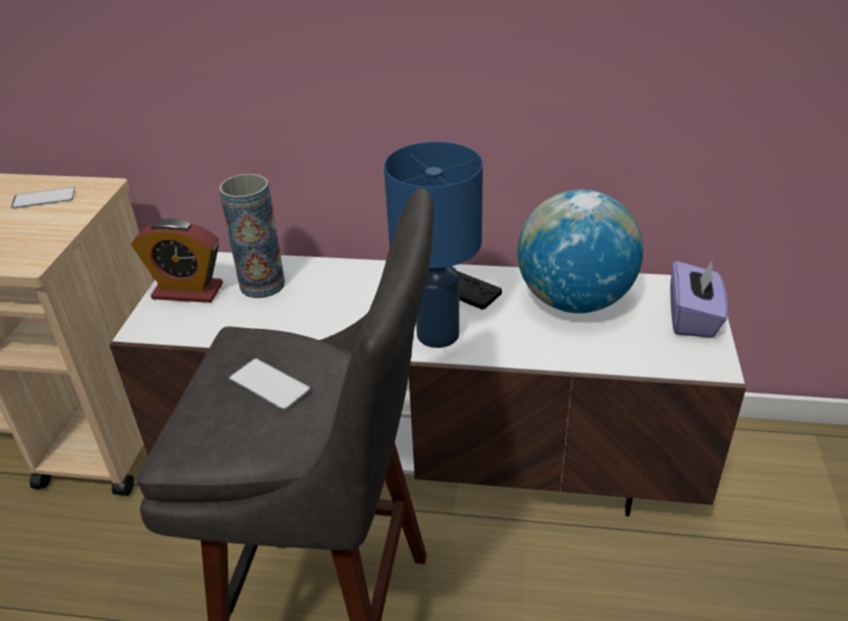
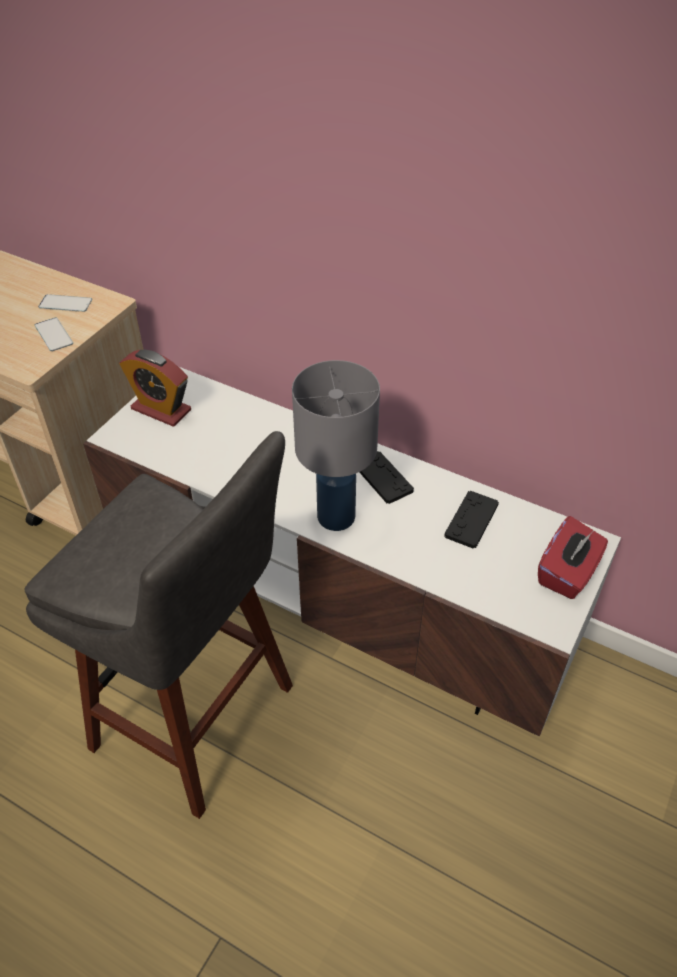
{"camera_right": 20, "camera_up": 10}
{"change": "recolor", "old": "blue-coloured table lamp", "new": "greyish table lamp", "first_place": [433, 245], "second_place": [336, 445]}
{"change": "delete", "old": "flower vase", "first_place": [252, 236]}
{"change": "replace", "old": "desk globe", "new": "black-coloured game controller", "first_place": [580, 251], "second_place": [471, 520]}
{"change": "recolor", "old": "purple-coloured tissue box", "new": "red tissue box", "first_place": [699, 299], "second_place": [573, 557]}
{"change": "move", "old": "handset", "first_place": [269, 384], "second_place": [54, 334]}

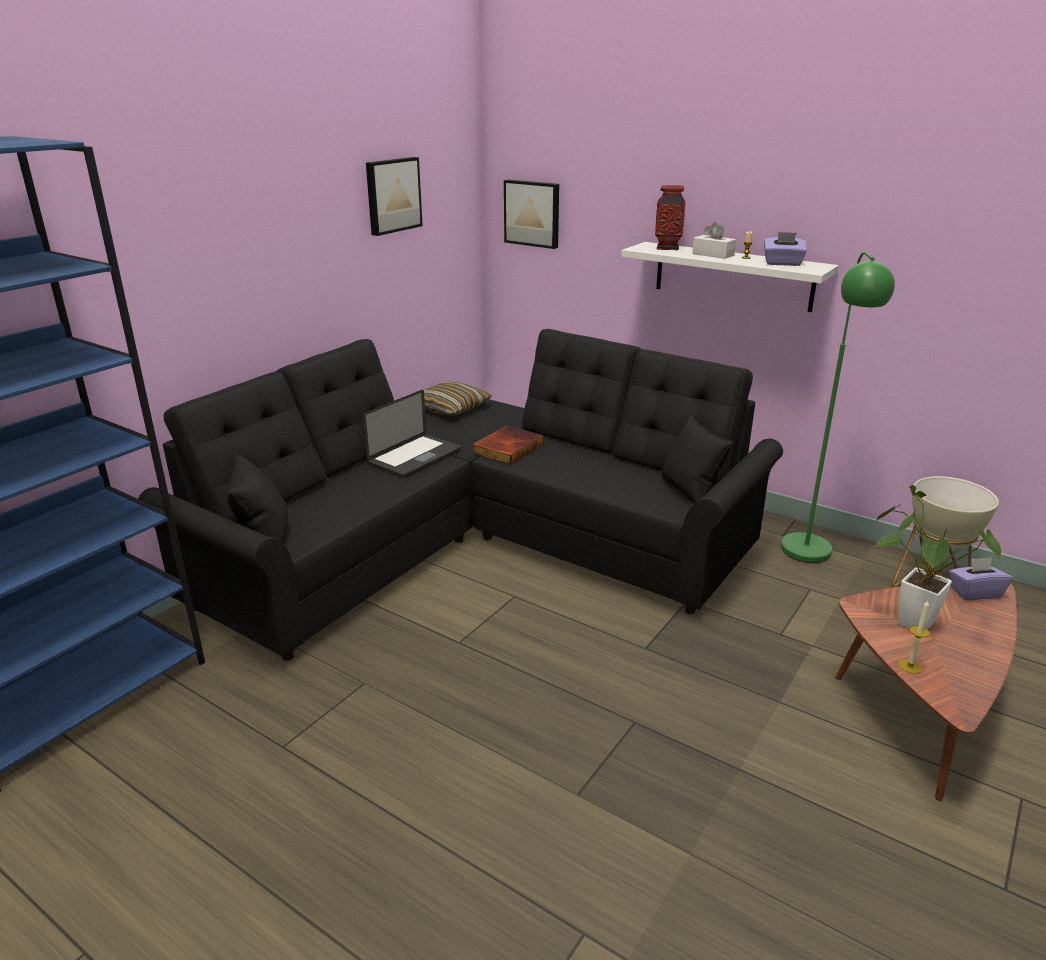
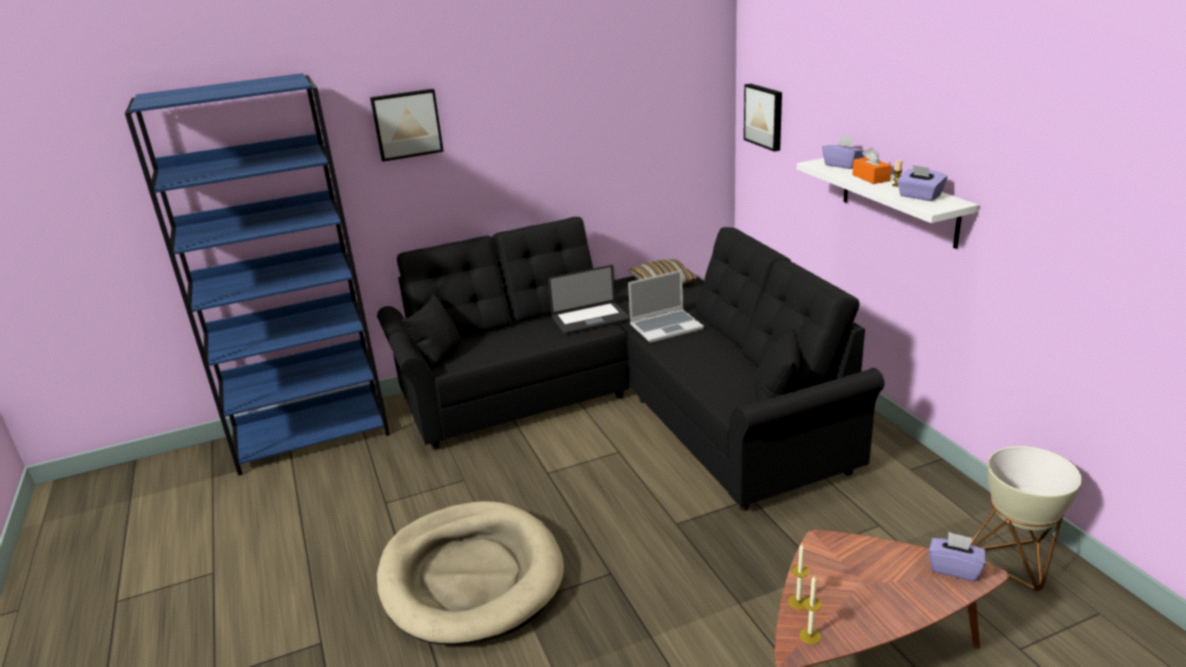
{"camera_right": 35, "camera_up": 0}
{"change": "move", "old": "wall art", "first_place": [394, 196], "second_place": [407, 125]}
{"change": "replace", "old": "flower vase", "new": "purple-coloured tissue box", "first_place": [670, 217], "second_place": [843, 152]}
{"change": "recolor", "old": "white tissue box", "new": "orangey tissue box", "first_place": [714, 240], "second_place": [871, 165]}
{"change": "delete", "old": "green floor lamp", "first_place": [838, 407]}
{"change": "replace", "old": "book", "new": "laptop", "first_place": [508, 445], "second_place": [666, 306]}
{"change": "delete", "old": "potted plant", "first_place": [937, 557]}
{"change": "insert", "new": "sand-coloured dog bed", "second_place": [470, 573]}
{"change": "insert", "new": "candle", "second_place": [810, 610]}

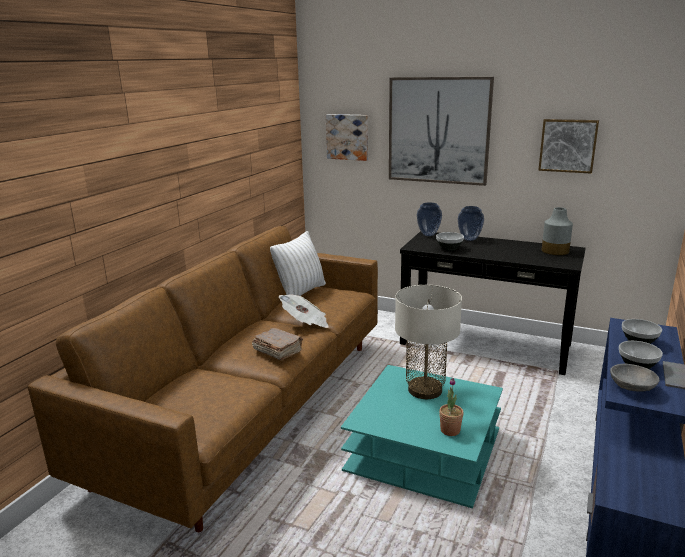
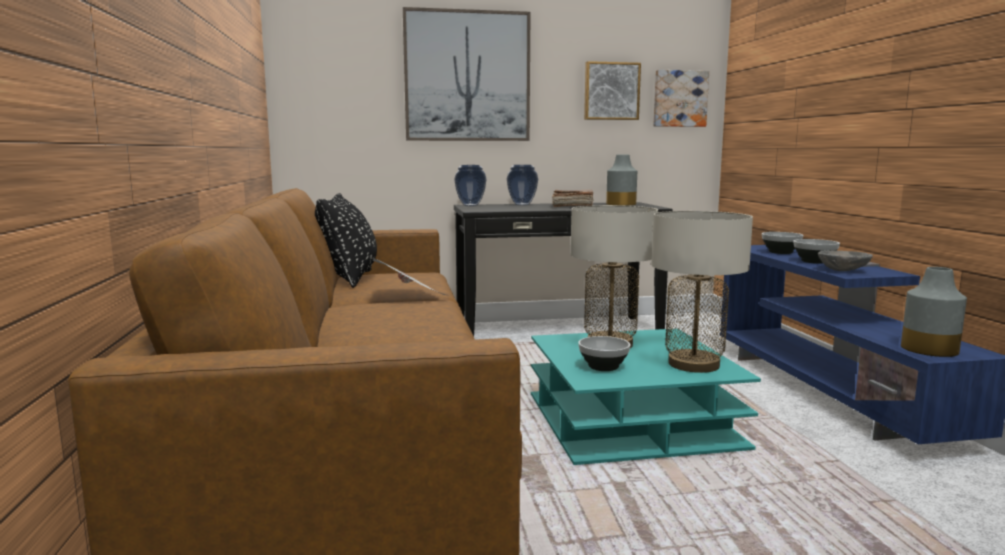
{"camera_right": -35, "camera_up": -10}
{"change": "move", "old": "wall art", "first_place": [347, 137], "second_place": [681, 98]}
{"change": "recolor", "old": "white cushion", "new": "black-coloured cushion", "first_place": [298, 263], "second_place": [346, 240]}
{"change": "move", "old": "bowl", "first_place": [450, 241], "second_place": [604, 353]}
{"change": "move", "old": "brown-coloured book", "first_place": [277, 344], "second_place": [572, 198]}
{"change": "replace", "old": "potted plant", "new": "table lamp", "first_place": [451, 407], "second_place": [702, 292]}
{"change": "insert", "new": "greyish flower vase", "second_place": [934, 312]}

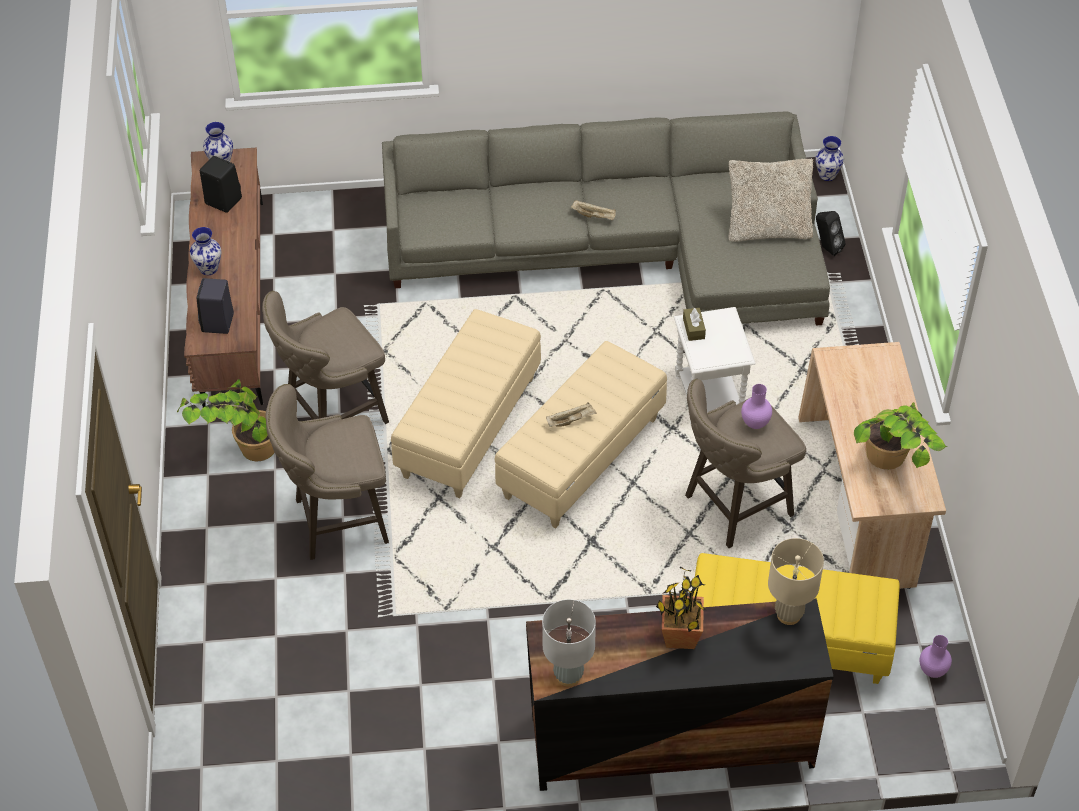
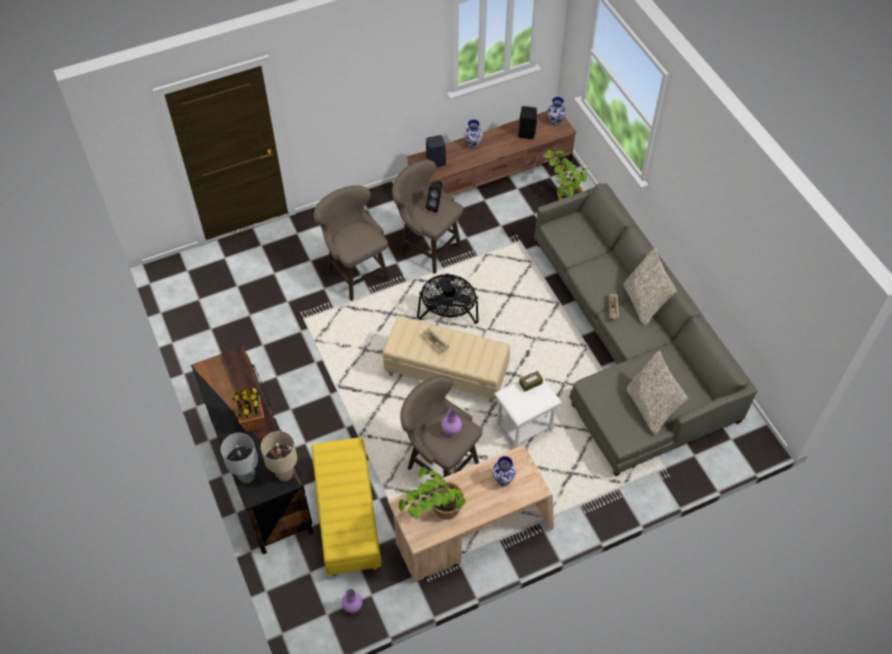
{"camera_right": 70, "camera_up": 5}
{"change": "move", "old": "flower vase", "first_place": [829, 158], "second_place": [504, 471]}
{"change": "move", "old": "black-coloured loudspeaker", "first_place": [831, 233], "second_place": [434, 197]}
{"change": "replace", "old": "sand-coloured ottoman", "new": "black-coloured cooling fan", "first_place": [466, 403], "second_place": [447, 298]}
{"change": "move", "old": "potted plant", "first_place": [226, 420], "second_place": [566, 174]}
{"change": "move", "old": "greyish table lamp", "first_place": [569, 643], "second_place": [239, 458]}
{"change": "insert", "new": "sand-coloured cushion", "second_place": [650, 287]}

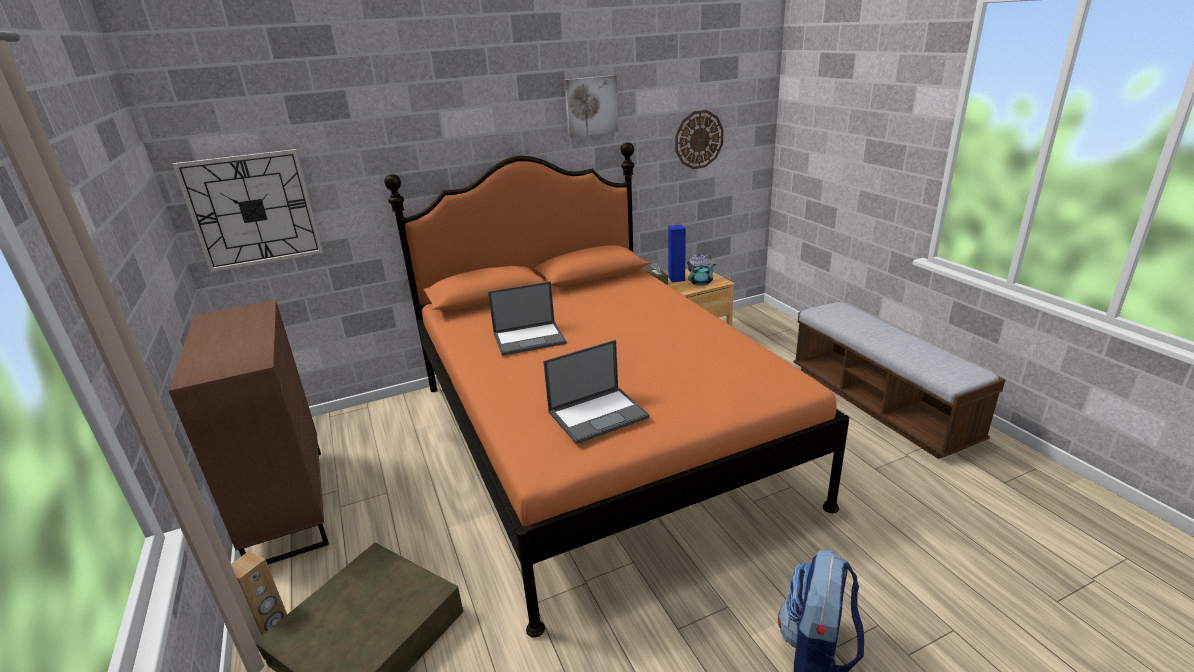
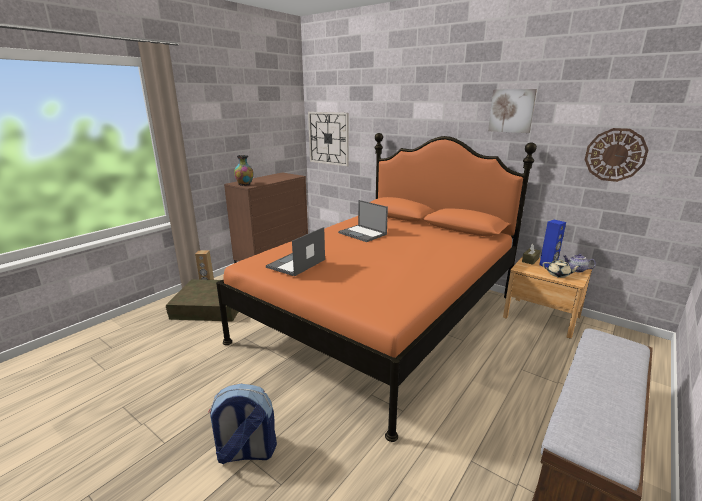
{"camera_right": 60, "camera_up": -5}
{"change": "recolor", "old": "turquoise tea pot", "new": "sand-coloured tea pot", "first_place": [701, 275], "second_place": [561, 268]}
{"change": "rotate", "old": "laptop", "first_place": [596, 392], "second_place": [295, 251], "degrees": 90}
{"change": "insert", "new": "flower vase", "second_place": [244, 170]}

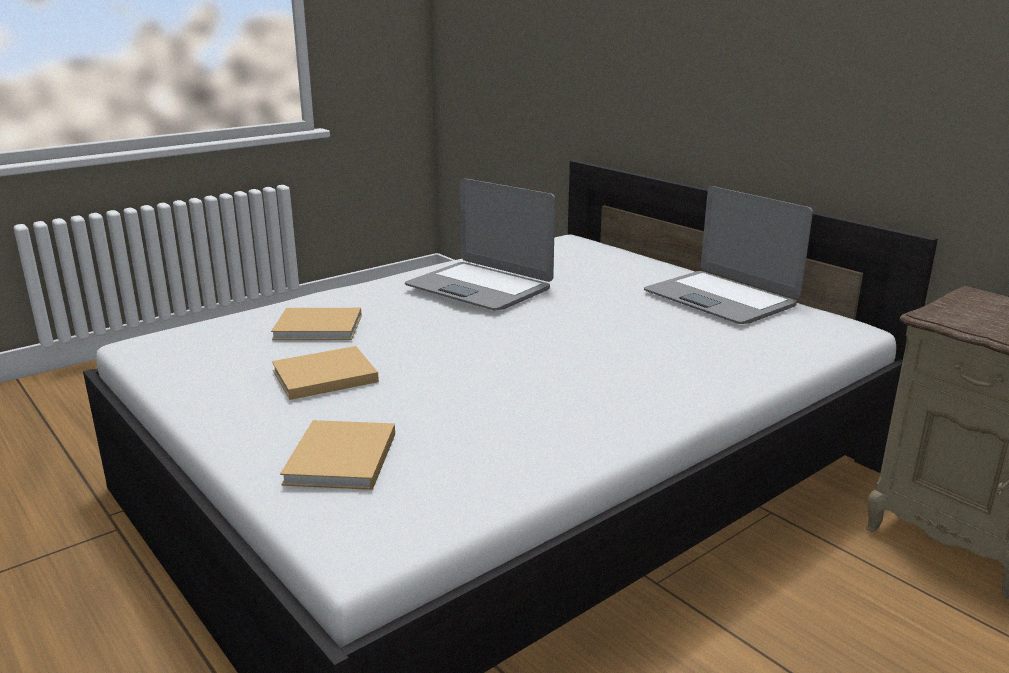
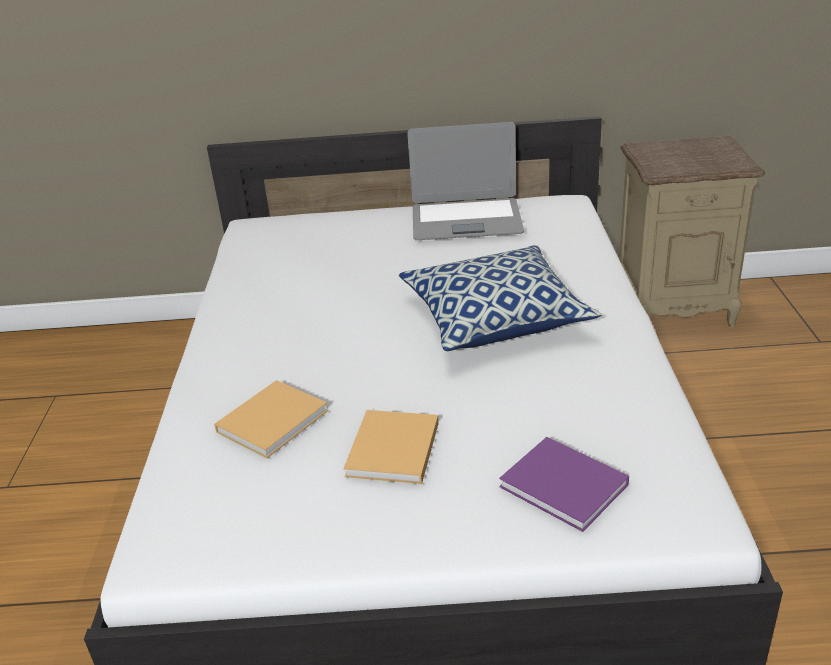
{"camera_right": -50, "camera_up": 10}
{"change": "delete", "old": "laptop", "first_place": [480, 244]}
{"change": "recolor", "old": "sand-coloured book", "new": "purple-coloured book", "first_place": [337, 455], "second_place": [564, 484]}
{"change": "insert", "new": "cushion", "second_place": [500, 298]}

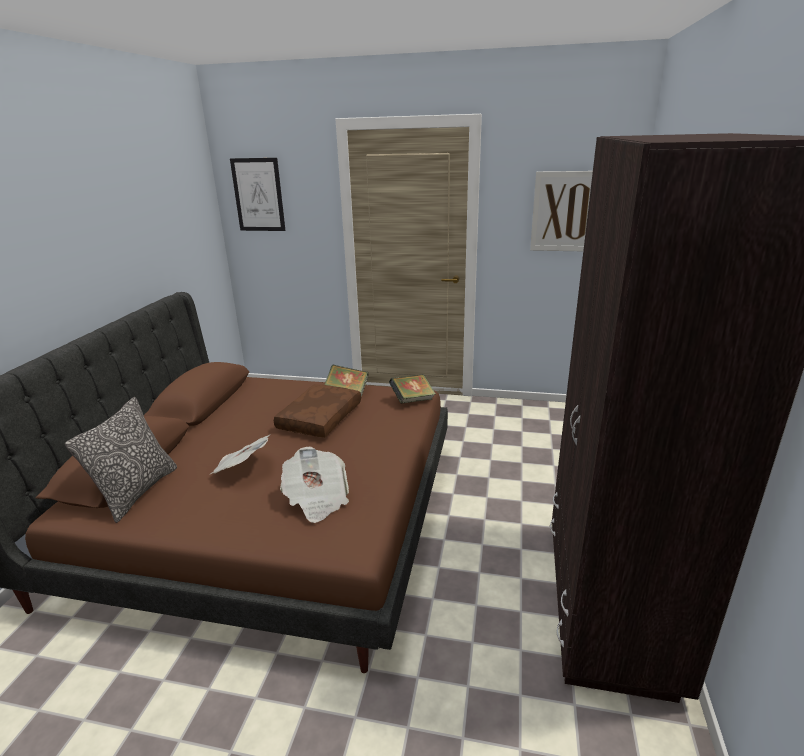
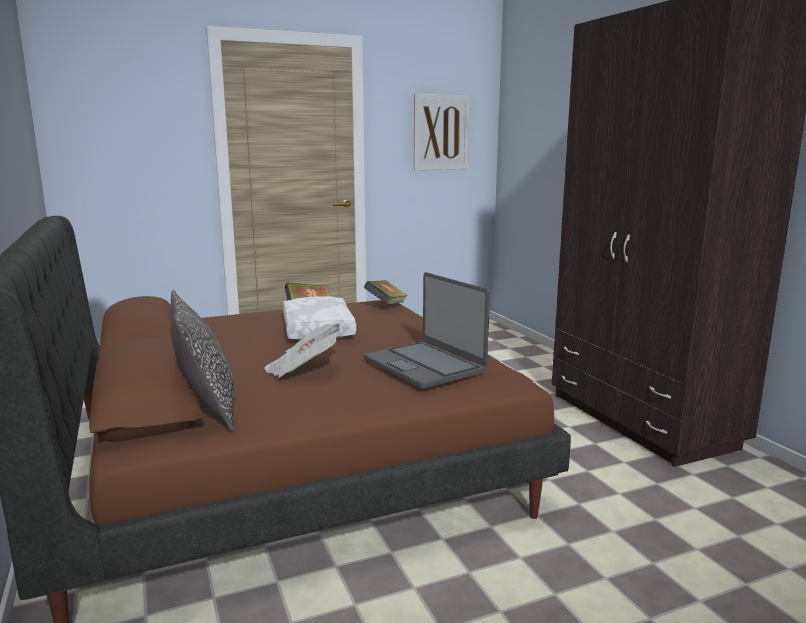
{"camera_right": -35, "camera_up": -10}
{"change": "delete", "old": "wall art", "first_place": [257, 194]}
{"change": "recolor", "old": "brown-coloured cushion", "new": "white cushion", "first_place": [317, 411], "second_place": [319, 318]}
{"change": "replace", "old": "printed paper", "new": "laptop", "first_place": [314, 485], "second_place": [427, 330]}

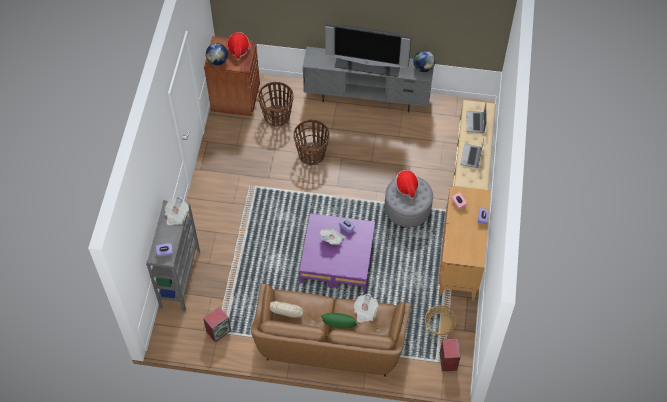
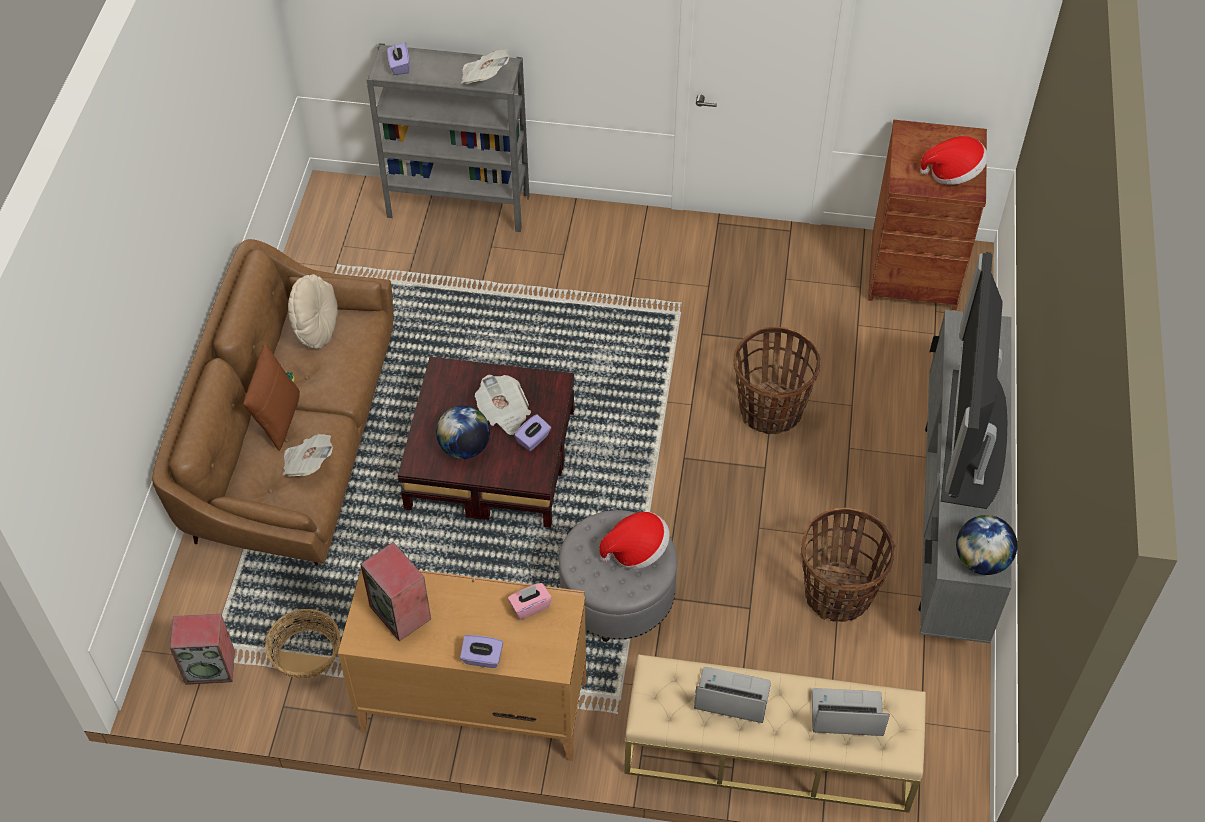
{"camera_right": 90, "camera_up": -5}
{"change": "move", "old": "desk globe", "first_place": [217, 54], "second_place": [463, 432]}
{"change": "move", "old": "household basket", "first_place": [276, 104], "second_place": [848, 565]}
{"change": "recolor", "old": "purple-coloured coffee table", "new": "brown-coloured coffee table", "first_place": [337, 252], "second_place": [486, 442]}
{"change": "move", "old": "loudspeaker", "first_place": [217, 325], "second_place": [395, 591]}
{"change": "recolor", "old": "green cushion", "new": "brown-coloured cushion", "first_place": [339, 321], "second_place": [271, 397]}

